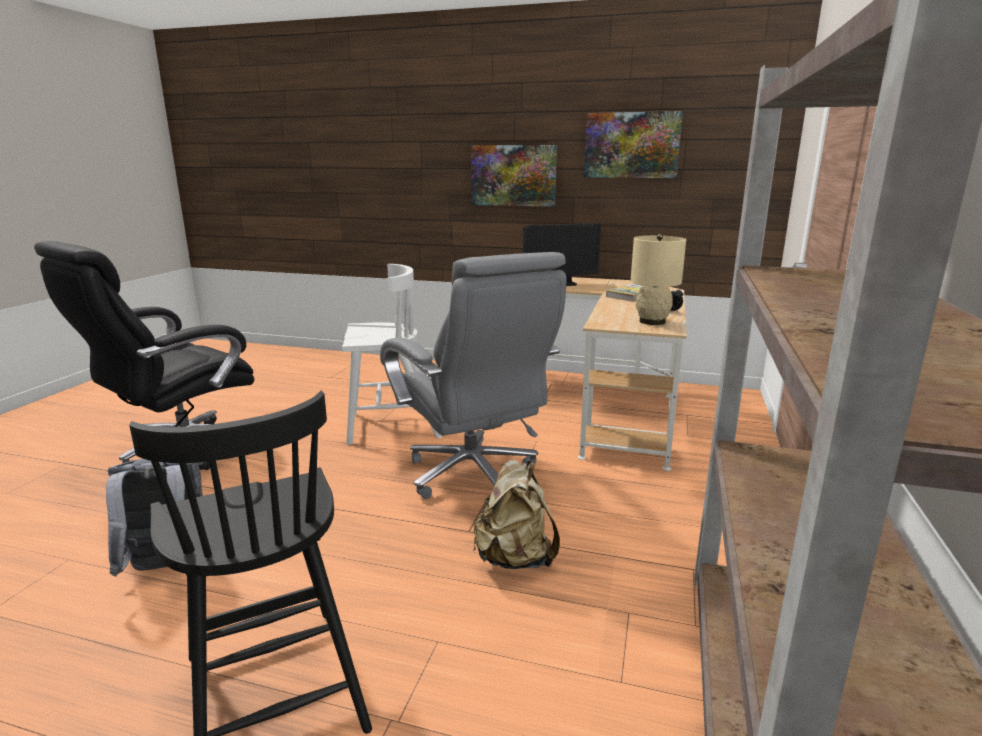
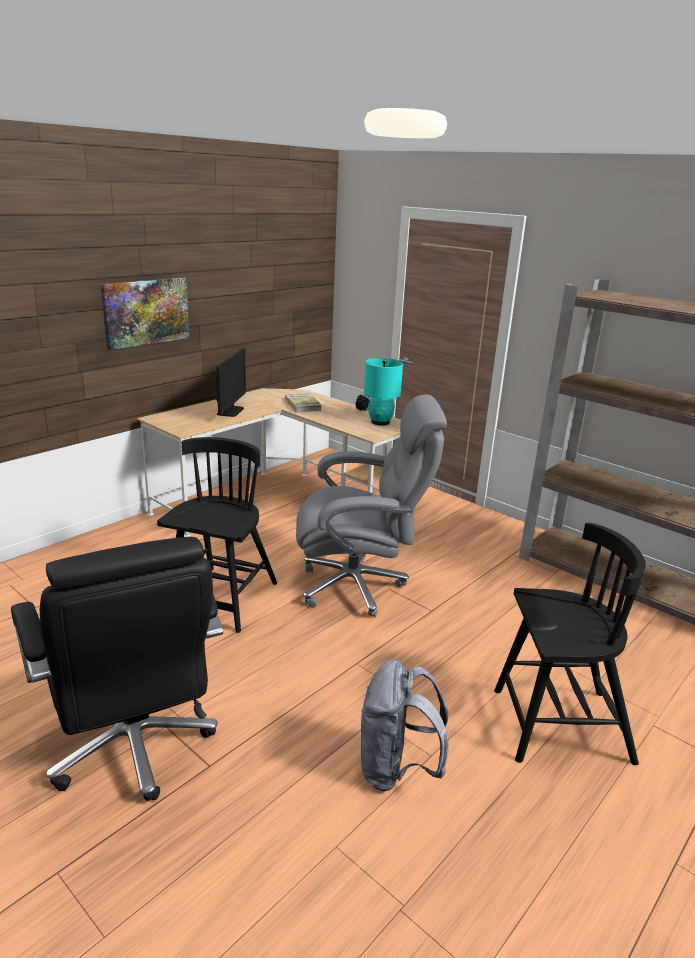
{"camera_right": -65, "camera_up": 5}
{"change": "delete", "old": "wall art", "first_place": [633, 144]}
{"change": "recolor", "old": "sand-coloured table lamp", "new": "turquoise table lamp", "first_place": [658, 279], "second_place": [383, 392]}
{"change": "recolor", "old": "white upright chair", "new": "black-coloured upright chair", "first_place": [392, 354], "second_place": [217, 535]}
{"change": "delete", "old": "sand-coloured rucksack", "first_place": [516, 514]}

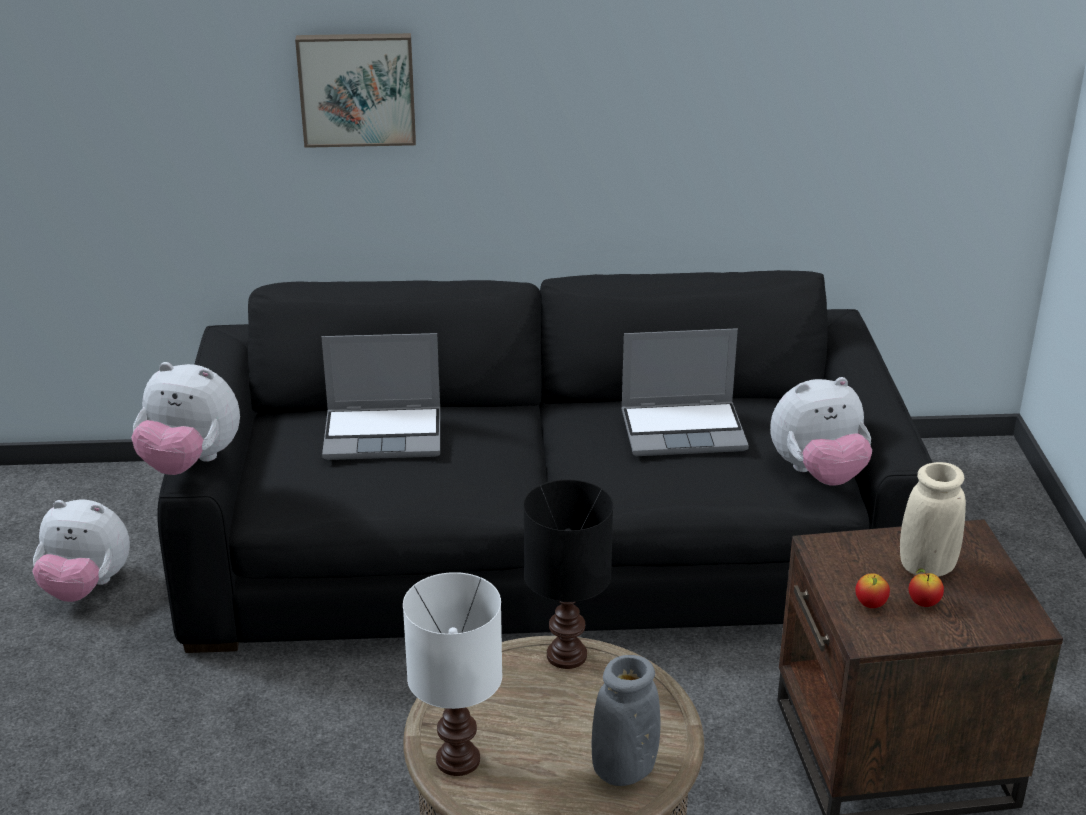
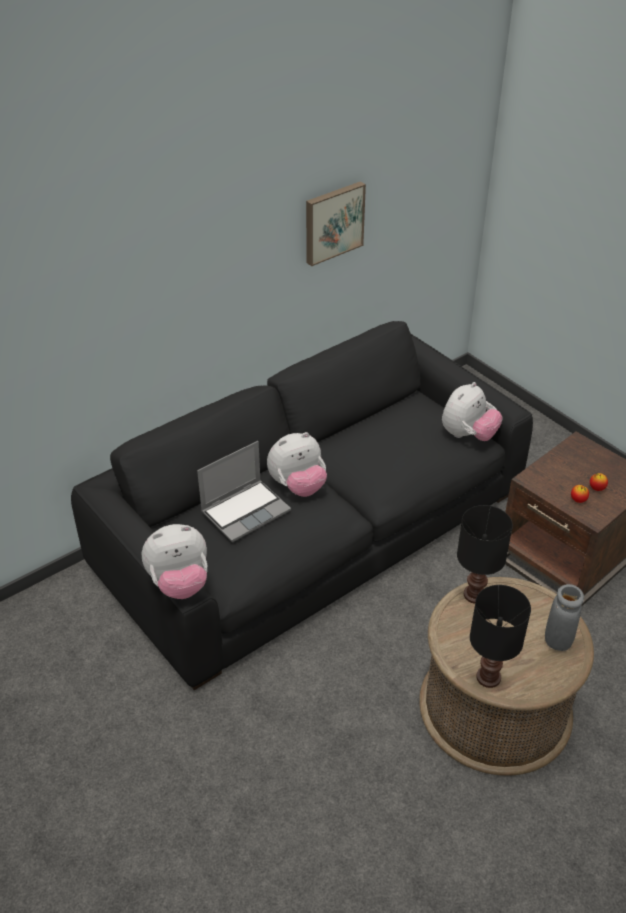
{"camera_right": -35, "camera_up": 10}
{"change": "move", "old": "wall art", "first_place": [355, 90], "second_place": [336, 224]}
{"change": "delete", "old": "laptop", "first_place": [685, 392]}
{"change": "delete", "old": "sand-coloured flower vase", "first_place": [933, 519]}
{"change": "move", "old": "plush toy", "first_place": [81, 551], "second_place": [297, 464]}
{"change": "recolor", "old": "white table lamp", "new": "black-coloured table lamp", "first_place": [452, 674], "second_place": [500, 636]}

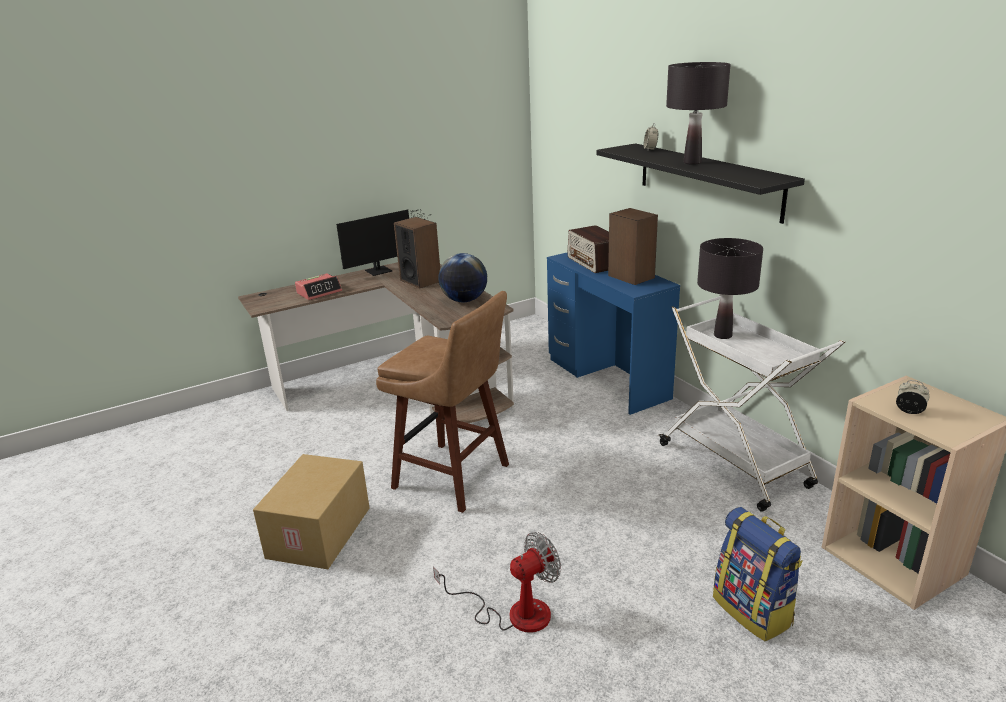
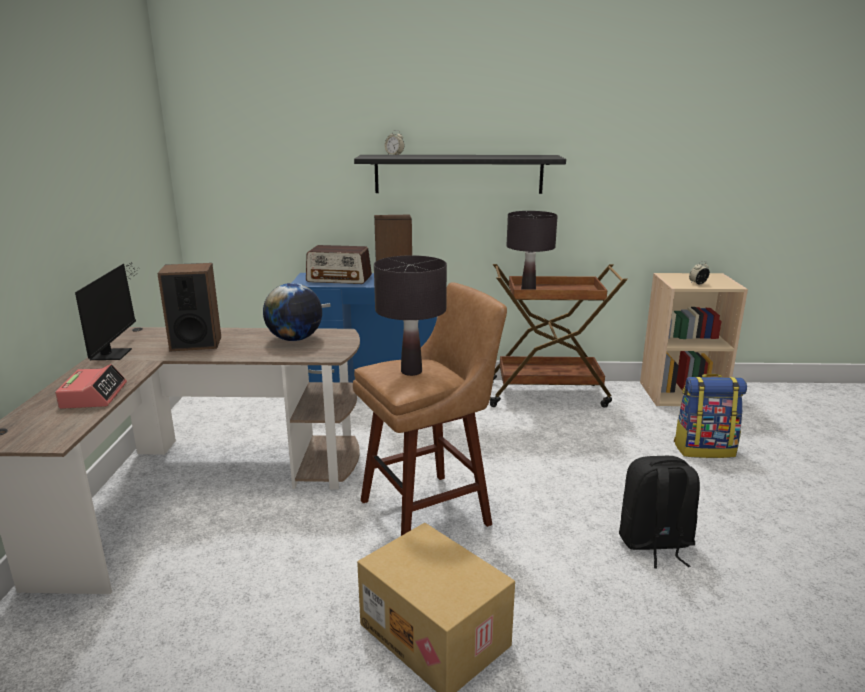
{"camera_right": -60, "camera_up": -5}
{"change": "move", "old": "black-coloured table lamp", "first_place": [698, 113], "second_place": [410, 315]}
{"change": "recolor", "old": "white cart", "new": "brown-coloured cart", "first_place": [751, 404], "second_place": [559, 336]}
{"change": "replace", "old": "cooling fan", "new": "black-coloured rucksack", "first_place": [497, 582], "second_place": [659, 512]}

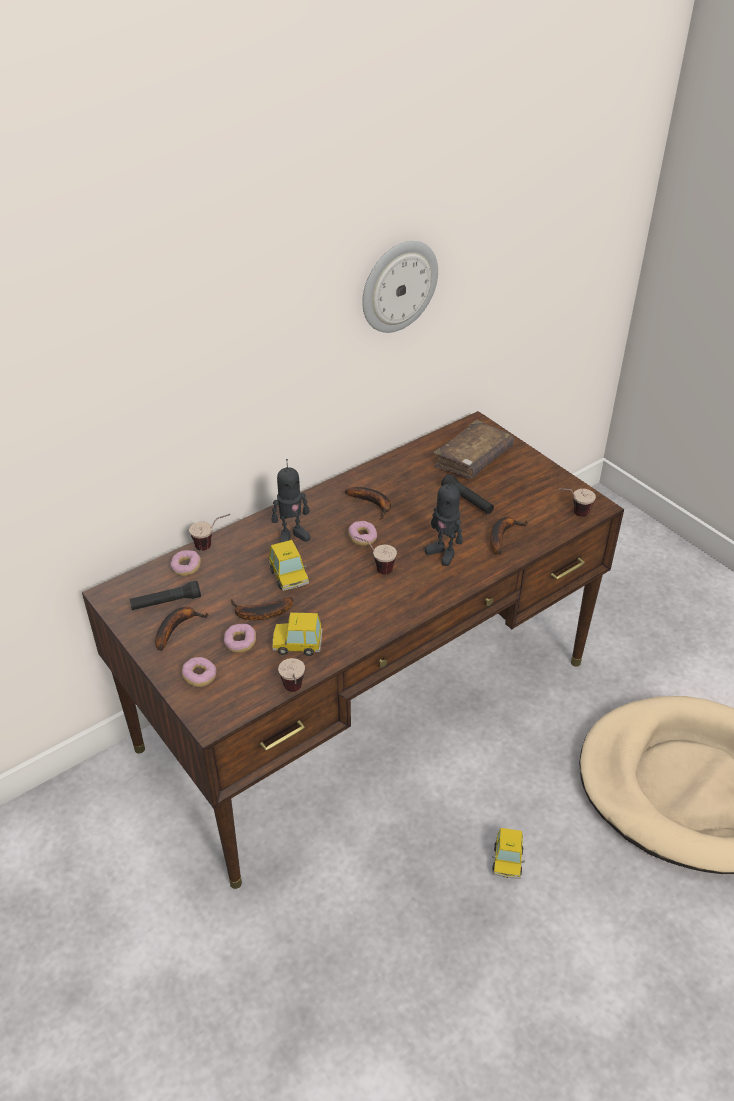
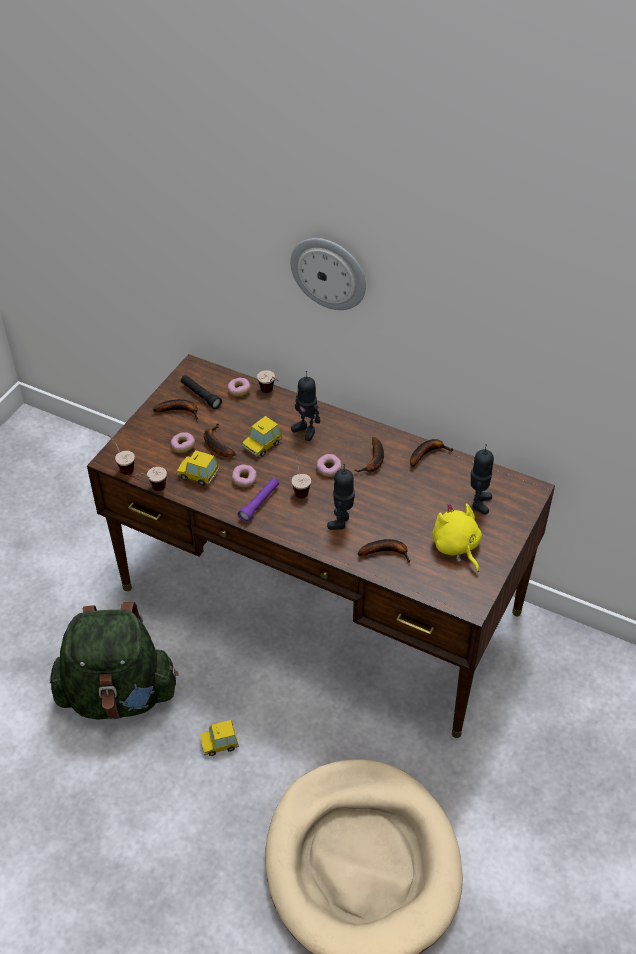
{"camera_right": 65, "camera_up": 5}
{"change": "move", "old": "wall clock", "first_place": [400, 287], "second_place": [328, 274]}
{"change": "replace", "old": "brown-coloured book", "new": "toy robot", "first_place": [474, 449], "second_place": [482, 479]}
{"change": "delete", "old": "black-coloured torch", "first_place": [467, 494]}
{"change": "move", "old": "cup", "first_place": [577, 502], "second_place": [121, 454]}
{"change": "rotate", "old": "model car", "first_place": [297, 634], "second_place": [198, 468], "degrees": -45}
{"change": "move", "old": "ring doughnut", "first_place": [199, 672], "second_place": [244, 475]}
{"change": "insert", "new": "whole banana", "second_place": [431, 453]}
{"change": "insert", "new": "purple-coloured torch", "second_place": [258, 500]}
{"change": "insert", "new": "yellow plush toy", "second_place": [457, 537]}
{"change": "insert", "new": "green rucksack", "second_place": [114, 660]}

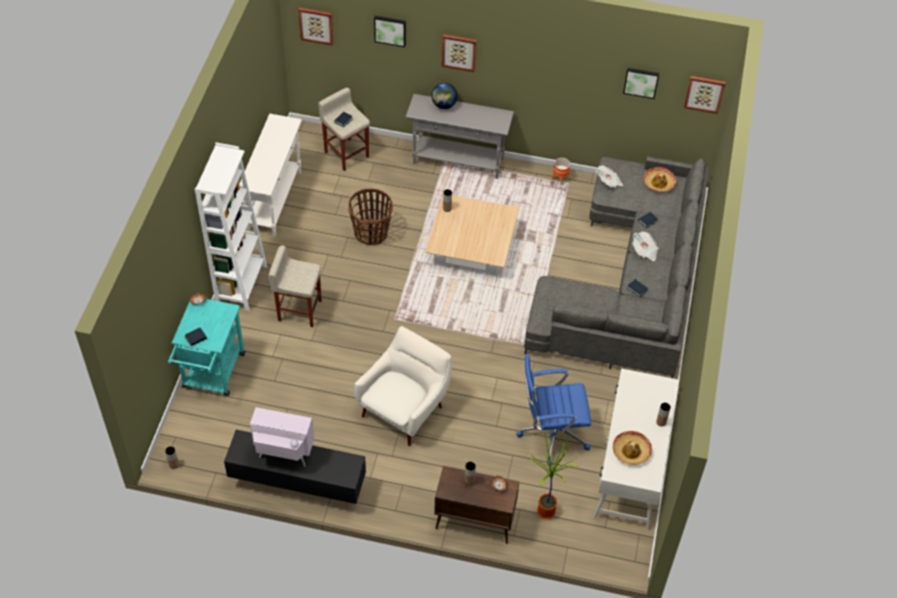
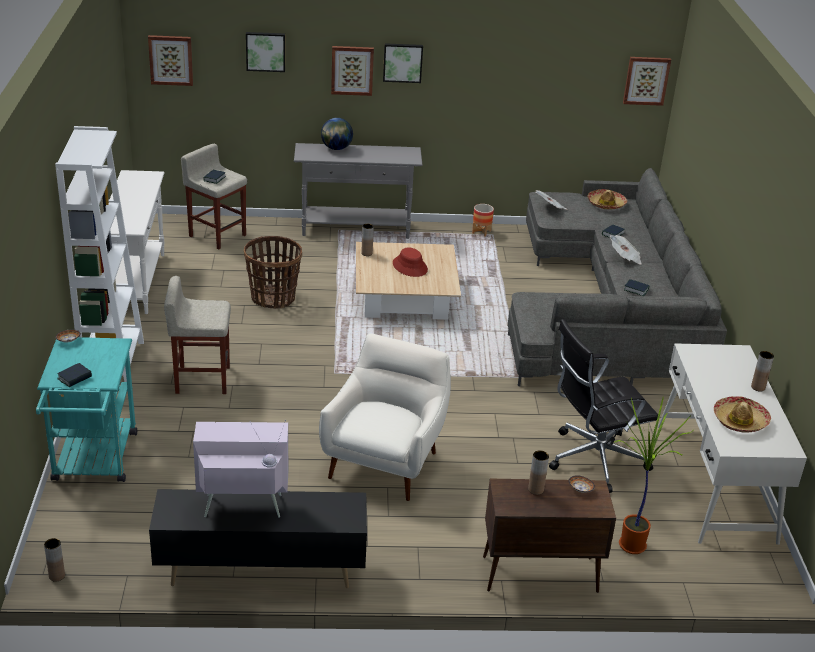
{"camera_right": -15, "camera_up": -20}
{"change": "move", "old": "wall art", "first_place": [641, 83], "second_place": [403, 63]}
{"change": "recolor", "old": "blue-coloured computer chair", "new": "black-coloured computer chair", "first_place": [553, 409], "second_place": [603, 406]}
{"change": "insert", "new": "red clothing hat", "second_place": [410, 262]}

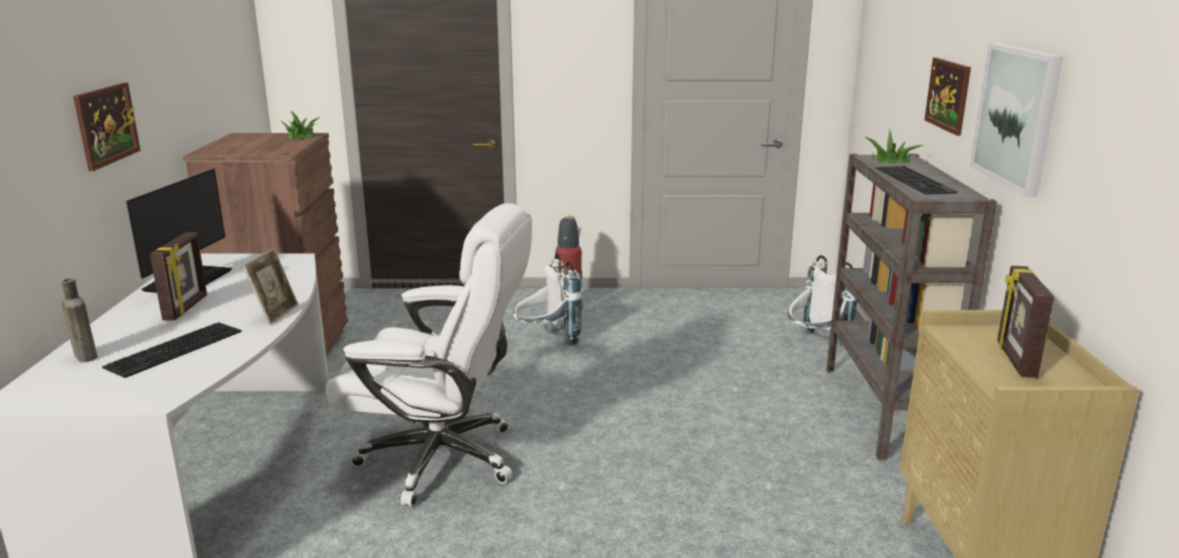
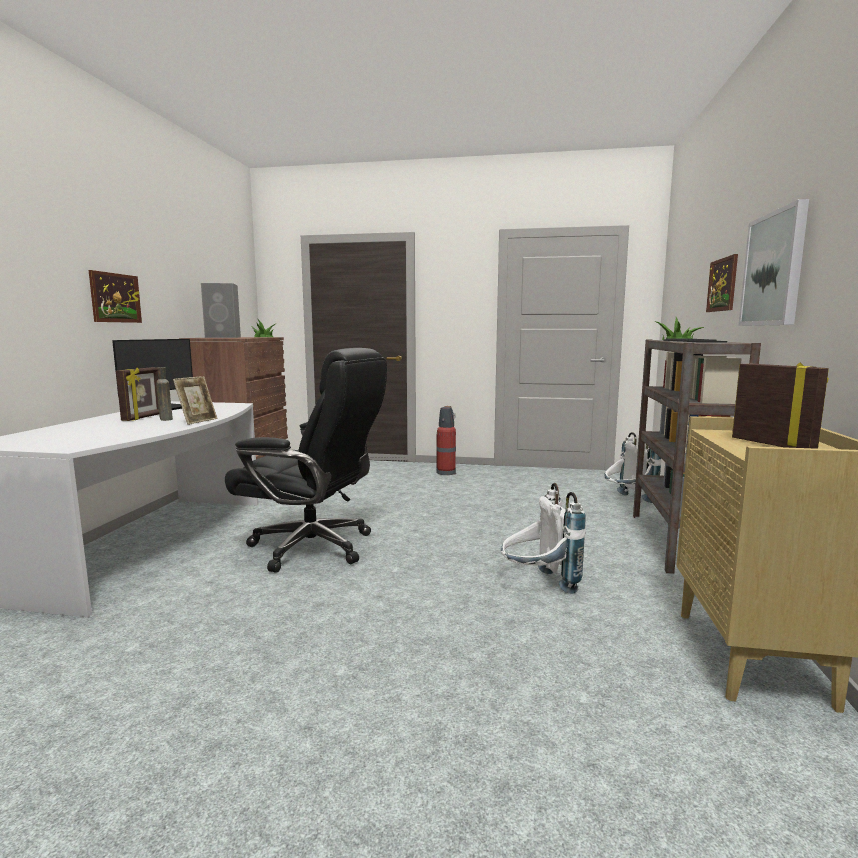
{"camera_right": 10, "camera_up": -10}
{"change": "recolor", "old": "white computer chair", "new": "black-coloured computer chair", "first_place": [428, 355], "second_place": [306, 460]}
{"change": "move", "old": "white rucksack", "first_place": [547, 299], "second_place": [543, 538]}
{"change": "rotate", "old": "standing frame", "first_place": [1025, 322], "second_place": [780, 406], "degrees": 135}
{"change": "move", "old": "brown-coloured bottle", "first_place": [79, 320], "second_place": [164, 394]}
{"change": "delete", "old": "computer keyboard", "first_place": [172, 350]}
{"change": "insert", "new": "greyish loudspeaker", "second_place": [221, 310]}

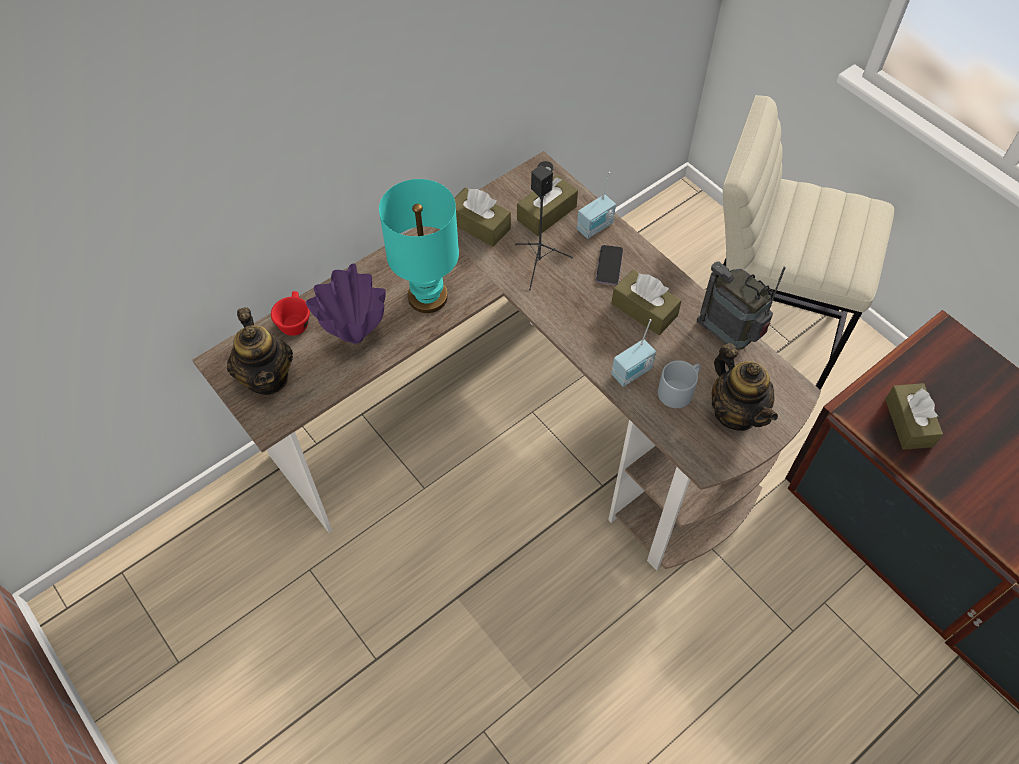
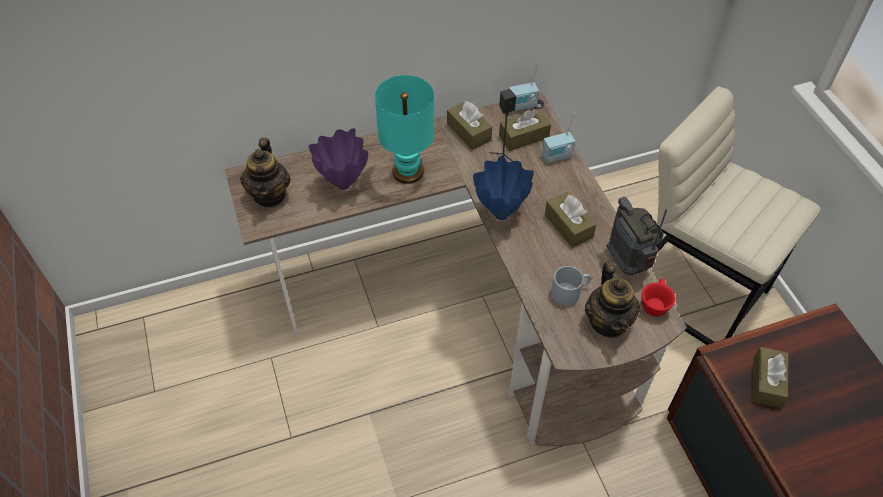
{"camera_right": 20, "camera_up": -5}
{"change": "delete", "old": "handset", "first_place": [609, 265]}
{"change": "move", "old": "red cup", "first_place": [290, 313], "second_place": [658, 298]}
{"change": "move", "old": "radio", "first_place": [633, 353], "second_place": [524, 87]}
{"change": "insert", "new": "blue-coloured flower vase", "second_place": [503, 188]}

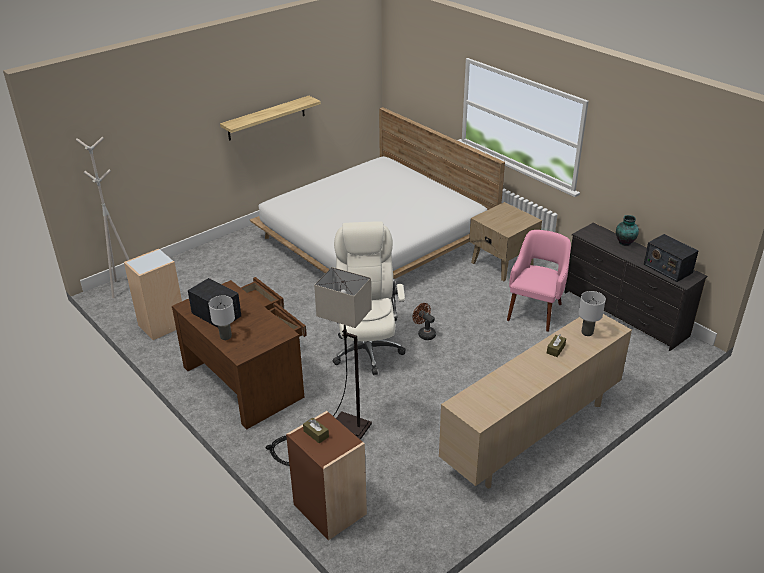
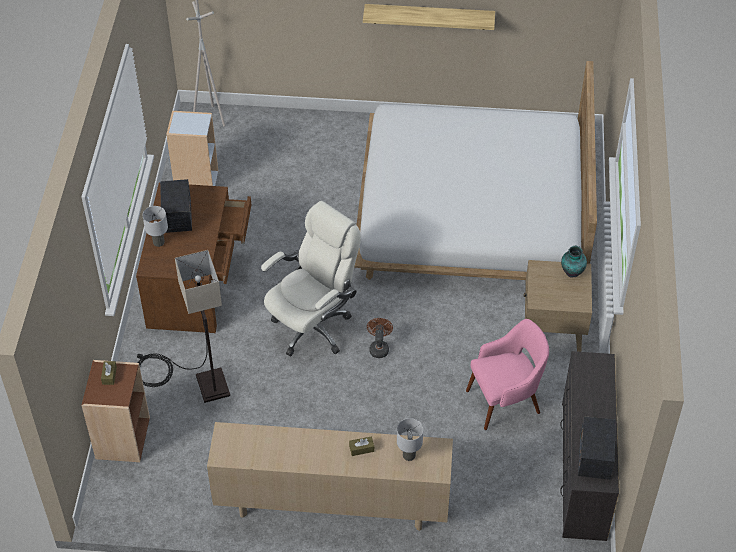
{"camera_right": 45, "camera_up": 15}
{"change": "move", "old": "flower vase", "first_place": [627, 230], "second_place": [574, 262]}

